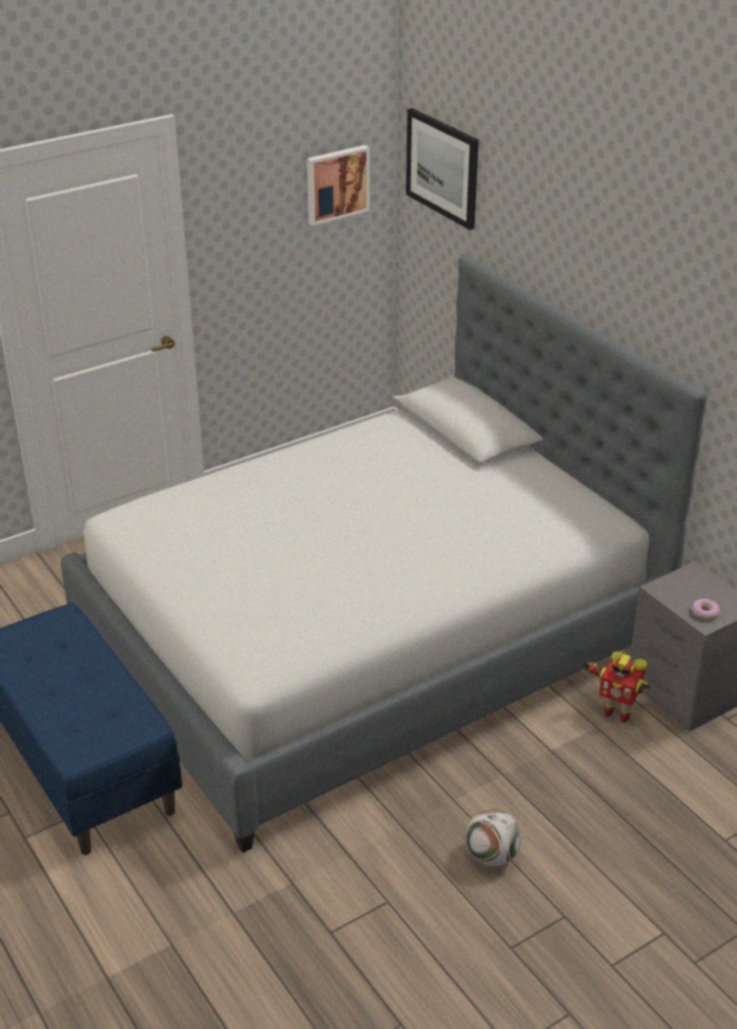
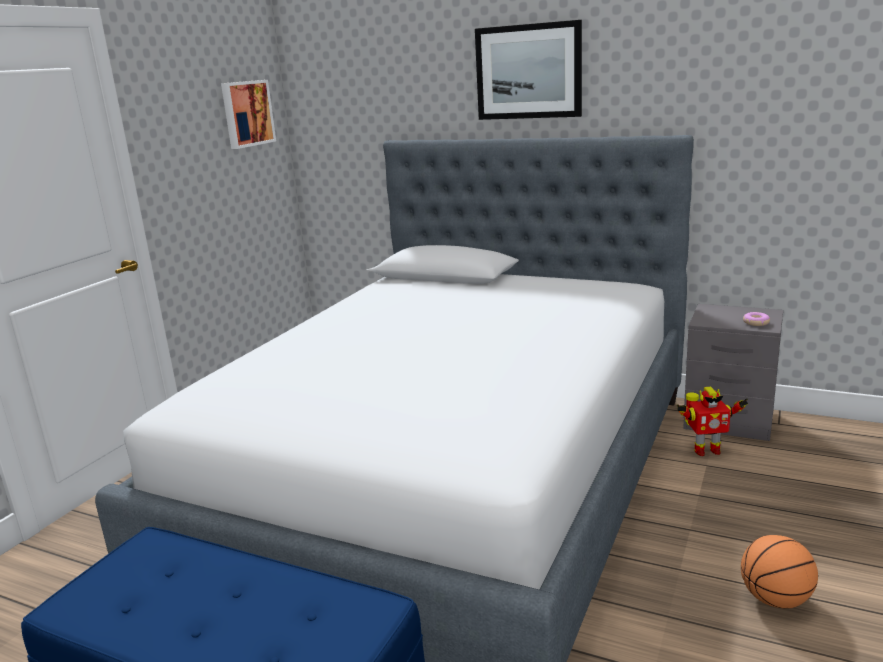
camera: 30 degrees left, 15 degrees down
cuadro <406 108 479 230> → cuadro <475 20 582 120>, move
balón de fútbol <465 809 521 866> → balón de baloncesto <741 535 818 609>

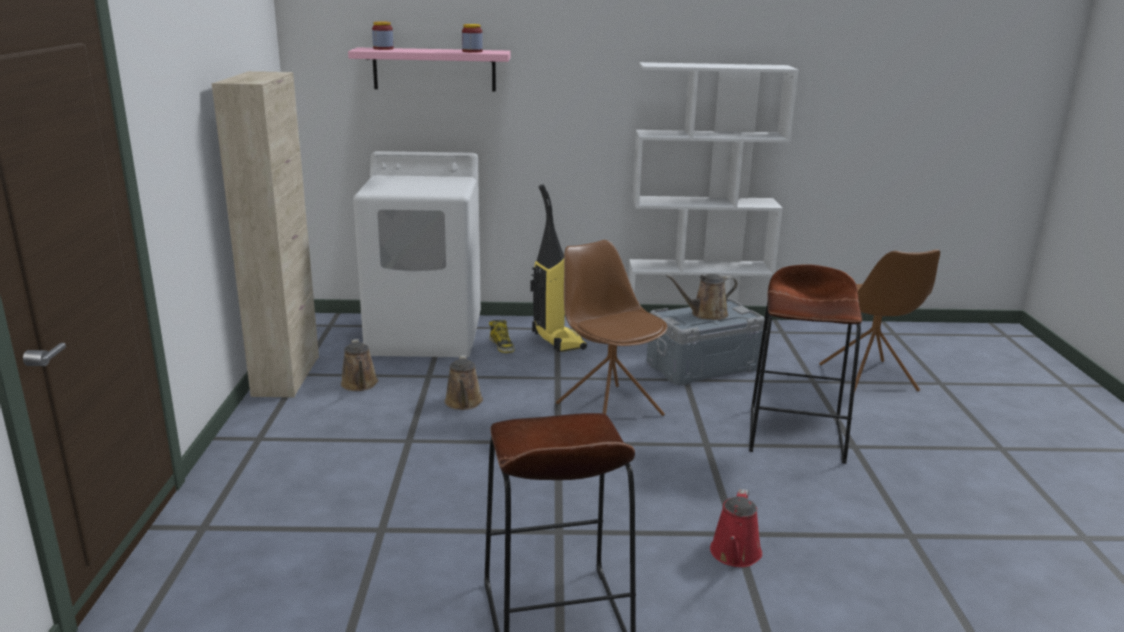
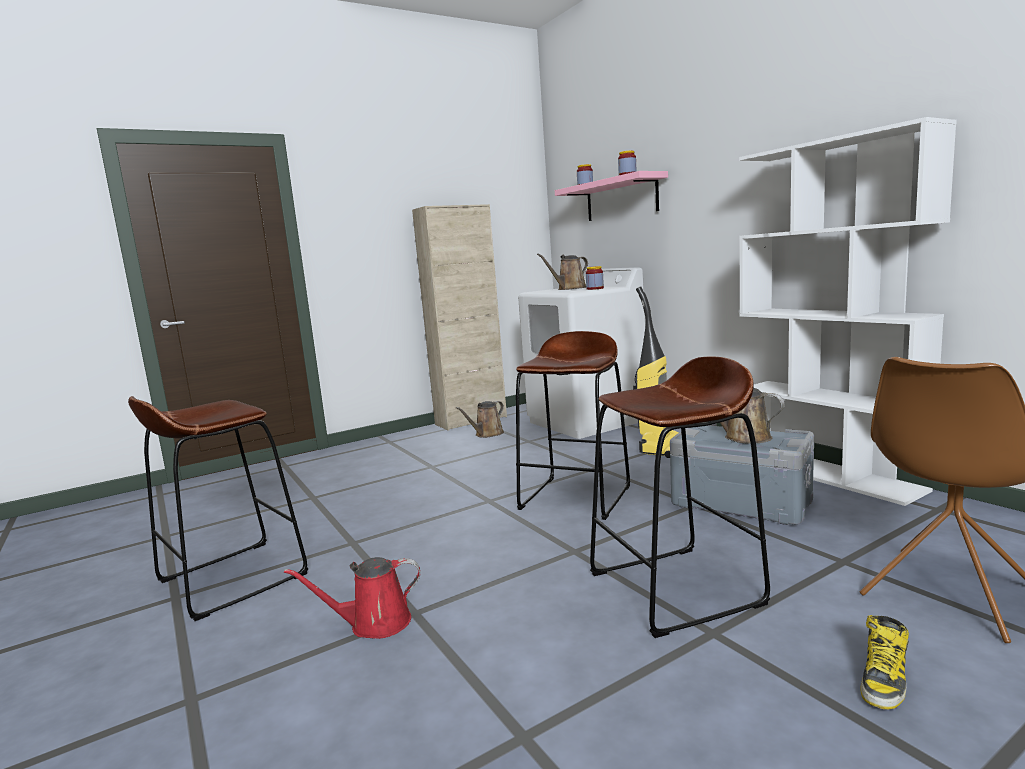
camera: 60 degrees right, 10 degrees down
silla/marrón <556 240 667 416> → taburete/marrón <516 331 630 520>
bota <489 320 514 353> → bota <860 615 909 710>, move
regadera/marrón <445 355 483 410> → regadera/marrón <537 254 588 290>, move
- → tarro <586 266 604 290>

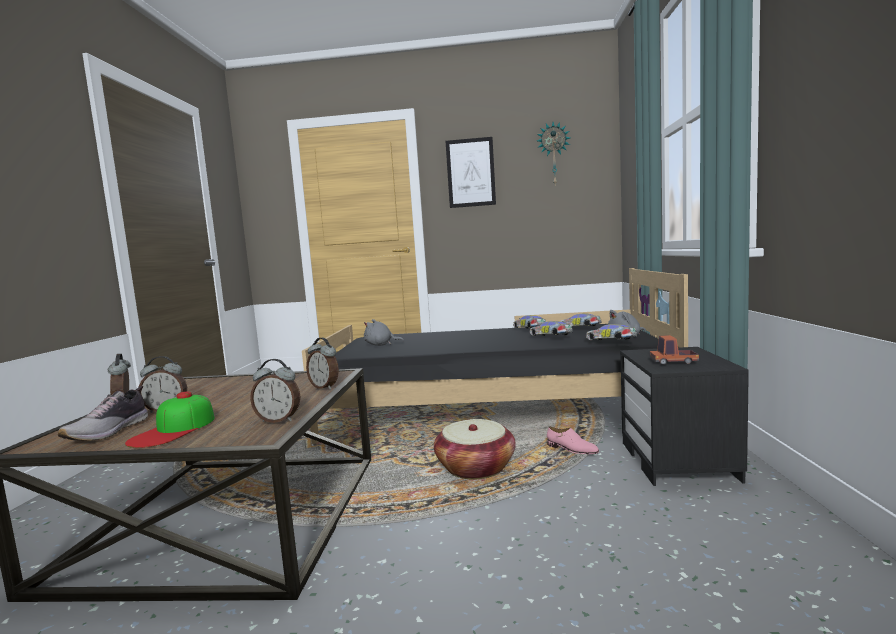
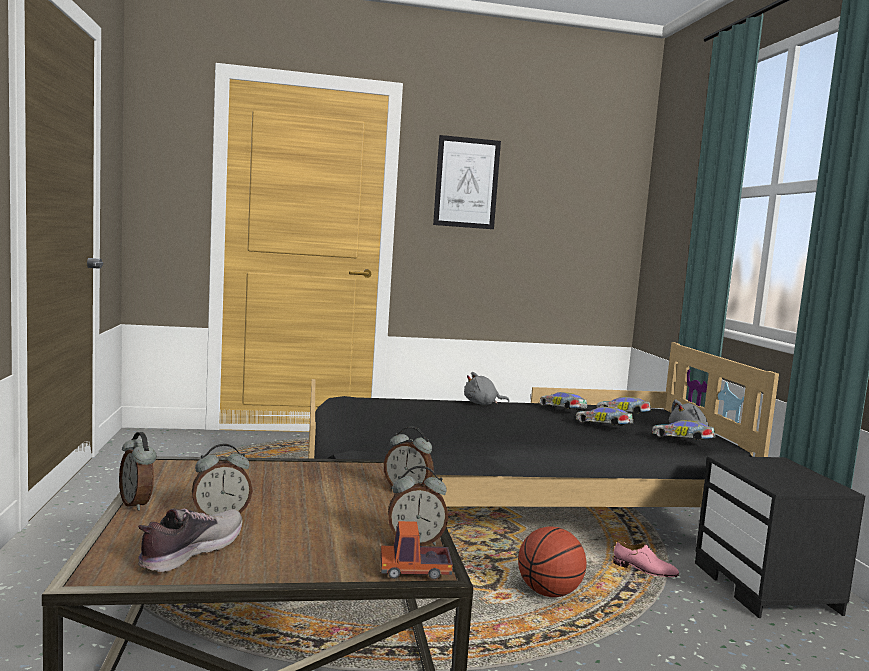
camera: 15 degrees left, 0 degrees up
reloj de pared <537 122 570 184> → -
peluche/gris <364 319 404 346> → peluche/gris <464 372 510 405>, move
camión de juguete <650 335 699 365> → camión de juguete <381 521 453 579>, move
zapato <57 386 148 441> → zapato <138 508 243 572>, 150 degrees counterclockwise
gorra <125 392 215 448> → -
cesta <434 419 516 480> → balón de baloncesto <518 526 587 597>

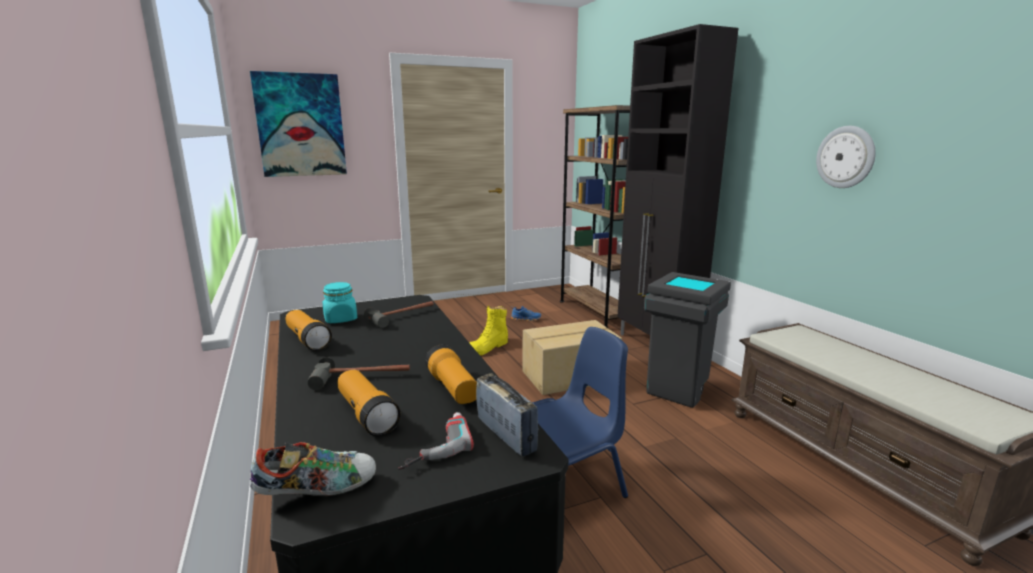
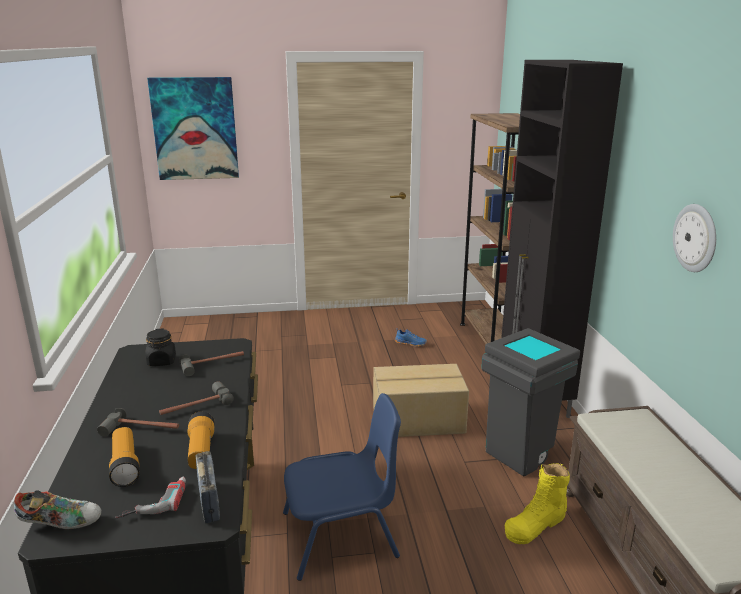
camera: 15 degrees right, 5 degrees up
tarro/turquesa <323 282 357 323> → tarro/negro <146 328 176 366>
bota/amarillo <469 306 508 355> → bota/amarillo <505 463 570 544>, move
linterna <286 310 332 351> → -
- → martillo <159 381 234 415>

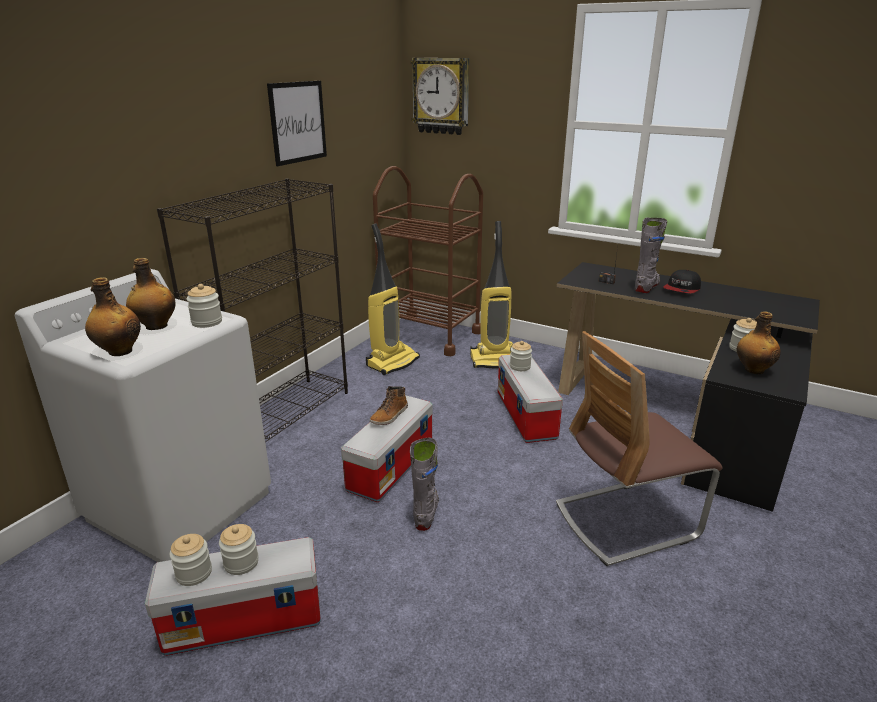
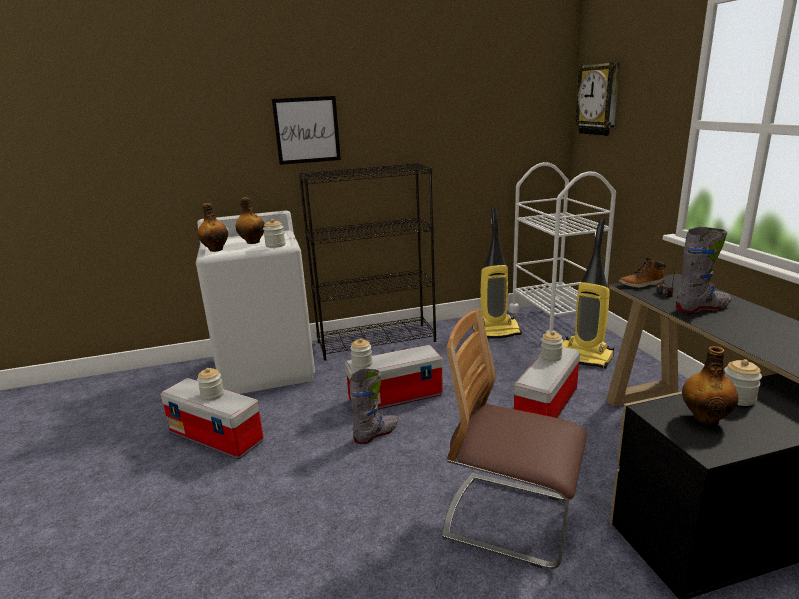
camera: 45 degrees right, 5 degrees down
cuadro <267 81 327 166> → cuadro <272 96 341 165>, move
carrito/marrón <373 166 483 356> → carrito/blanco <509 162 616 333>
gorra <663 270 701 293> → -
bota <370 386 408 425> → bota <619 258 666 288>, move
tarro <170 534 212 586> → tarro <350 338 372 369>, move

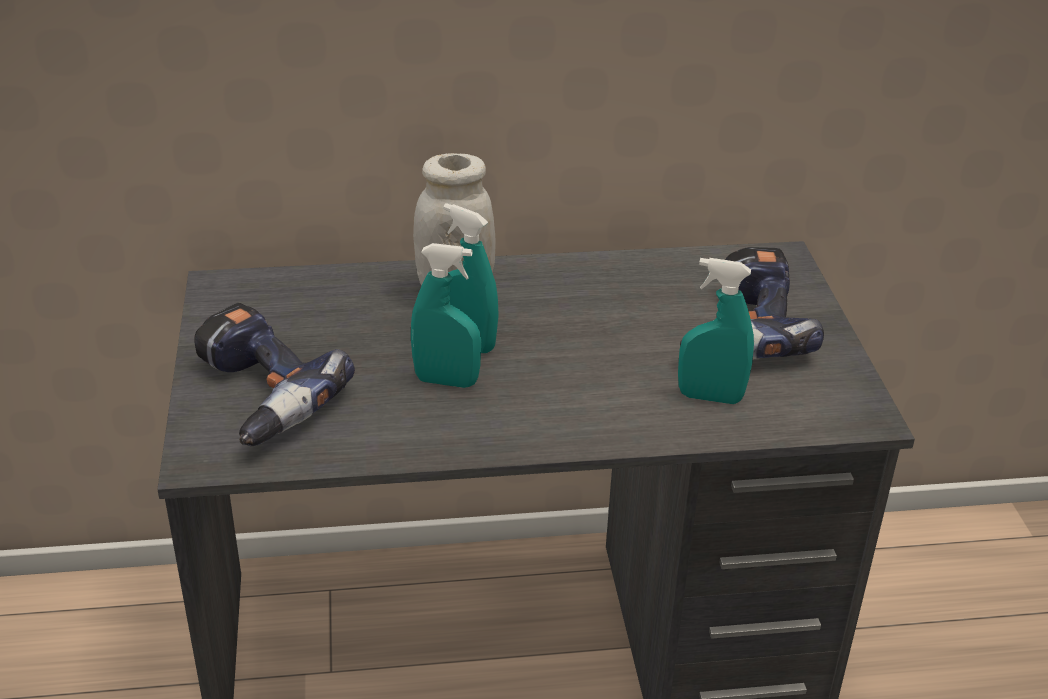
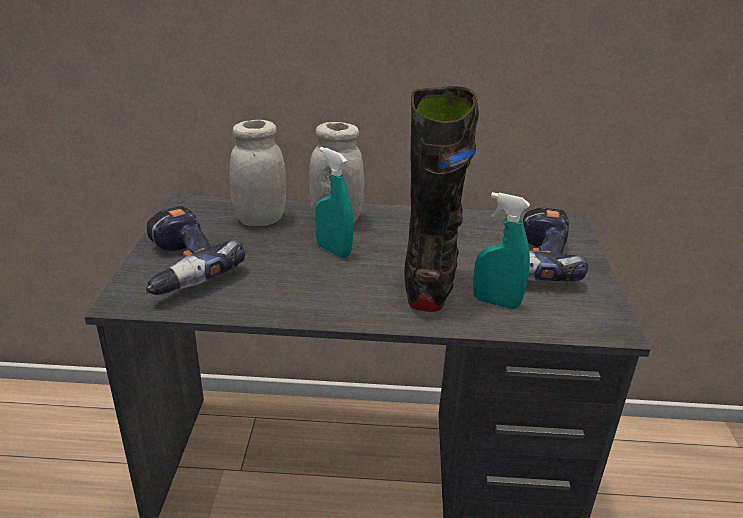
camera: 10 degrees right, 5 degrees down
pulverizador/turquesa <411 243 481 388> → -
- → bota/negro <404 86 479 312>
- → tarro/blanco <229 120 286 226>

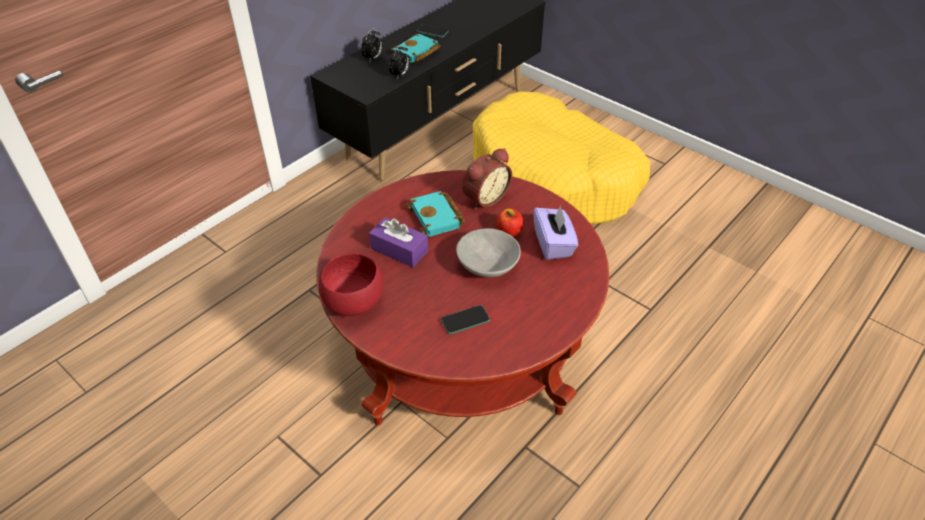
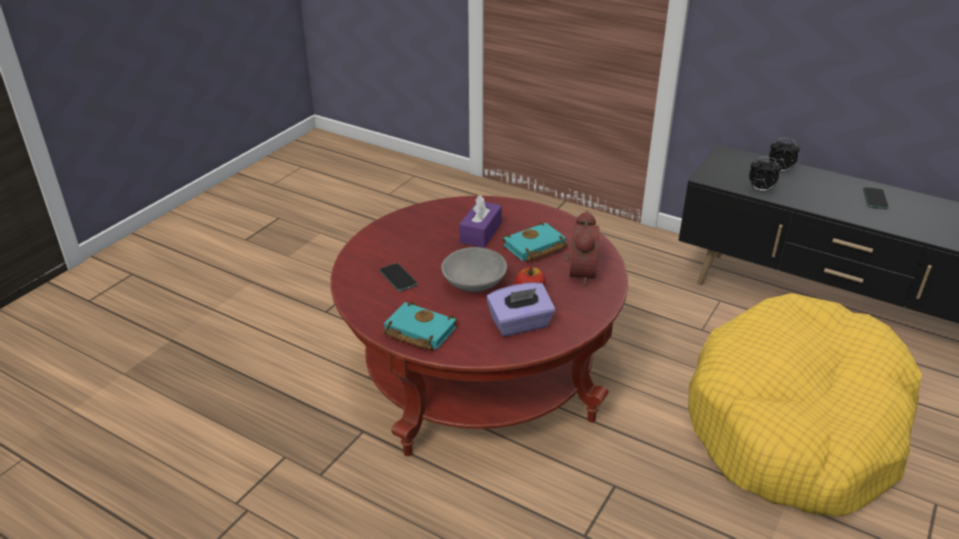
camera: 80 degrees right, 10 degrees down
libro/turquesa <391 33 441 63> → libro/turquesa <382 302 457 351>, move
despertador <462 148 512 210> → despertador <563 211 599 286>, 120 degrees counterclockwise
cuenco/rojo <319 252 384 316> → -

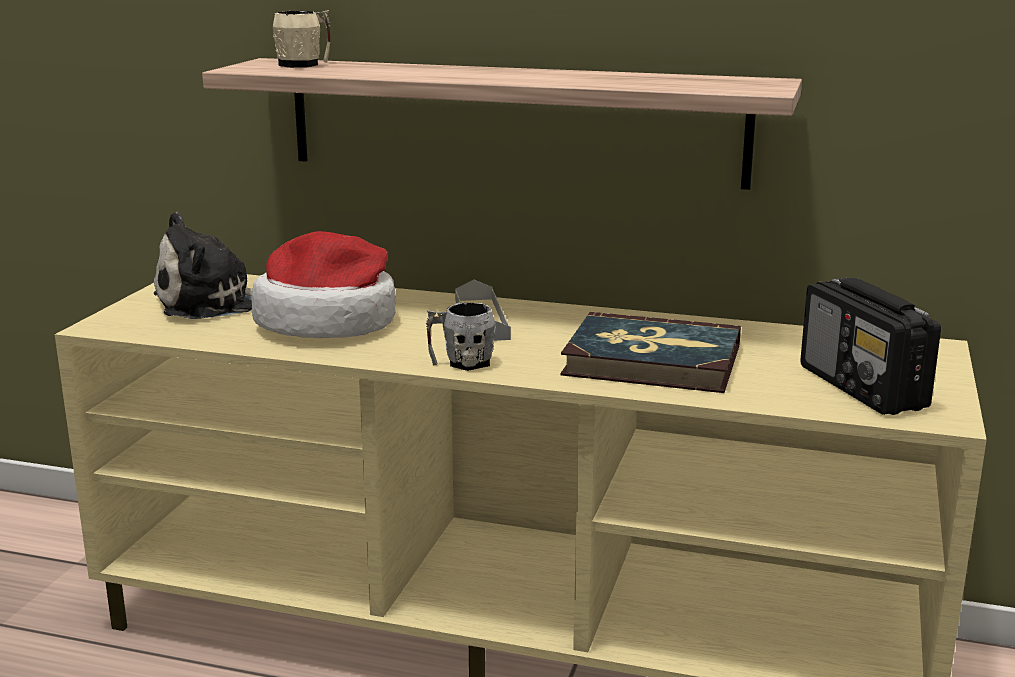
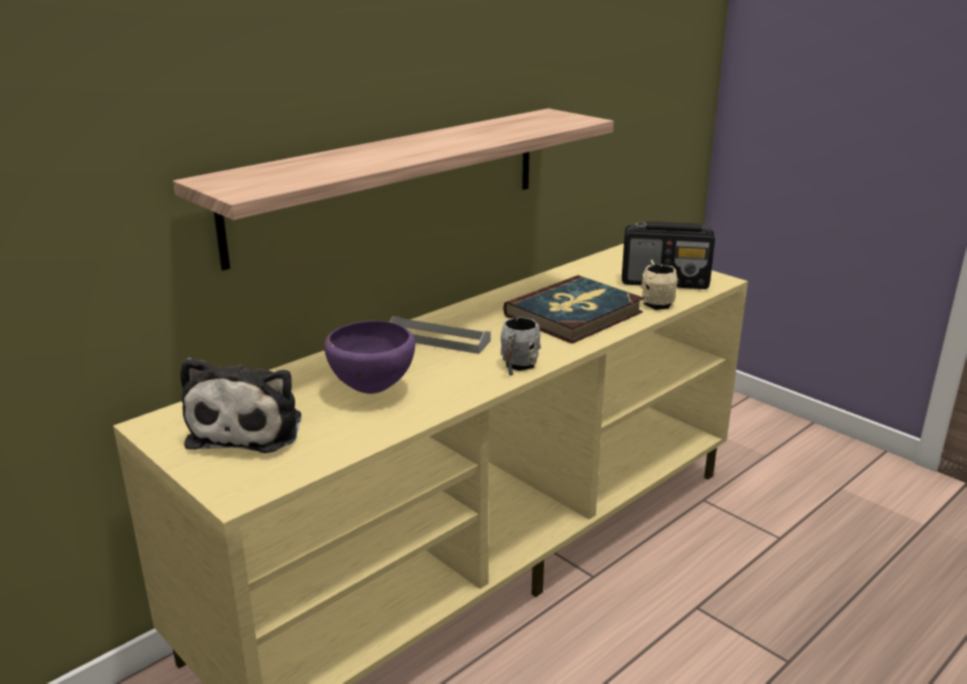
camera: 60 degrees left, 5 degrees up
taza grande/beis <273 10 330 68> → taza grande/beis <641 260 677 310>, move
sombrero <251 231 396 338> → cuenco/morado <324 320 415 394>

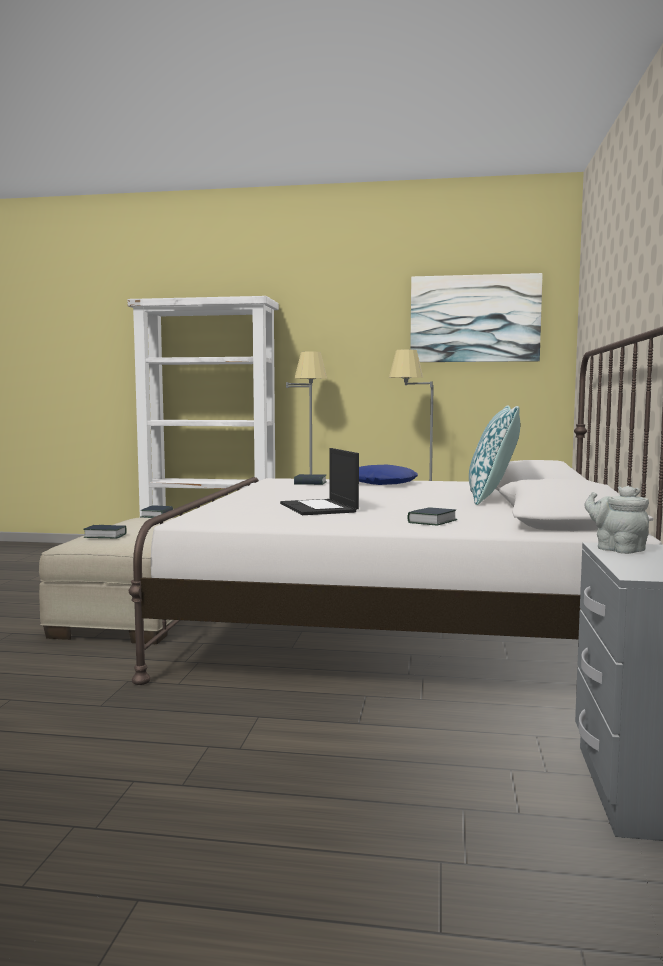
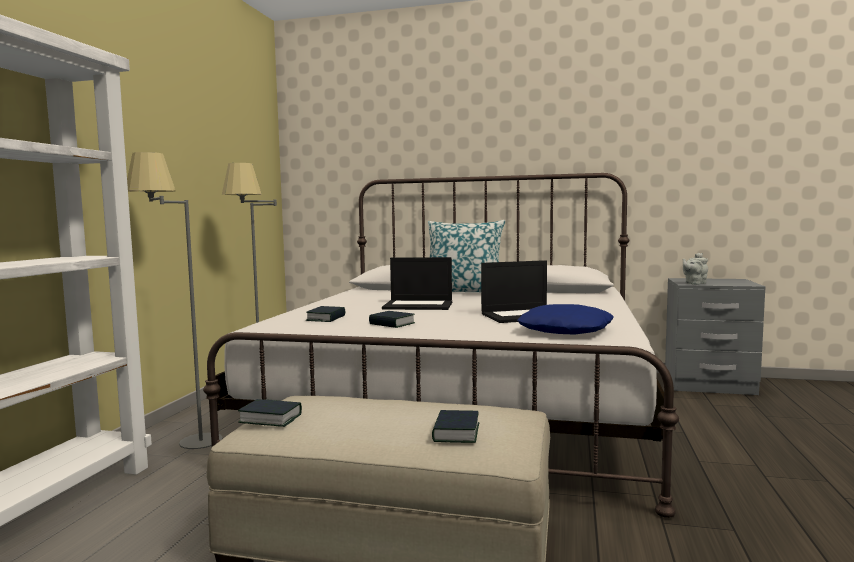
camera: 85 degrees left, 0 degrees up
cuadro <410 273 543 362> → -
cojín/azul <359 465 418 485> → cojín/azul <517 304 614 335>, move
libro <407 507 457 526> → libro <369 311 415 328>, move
- → portátil <382 257 452 310>

